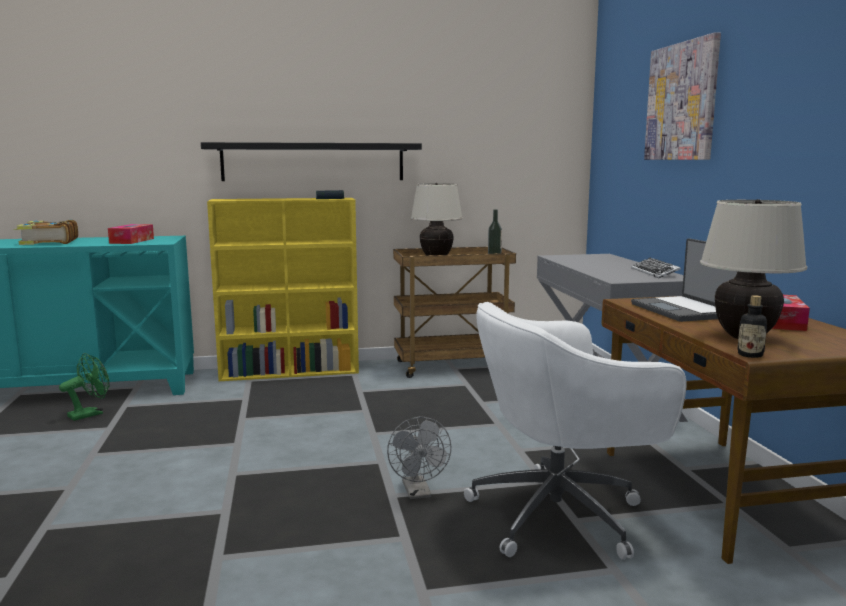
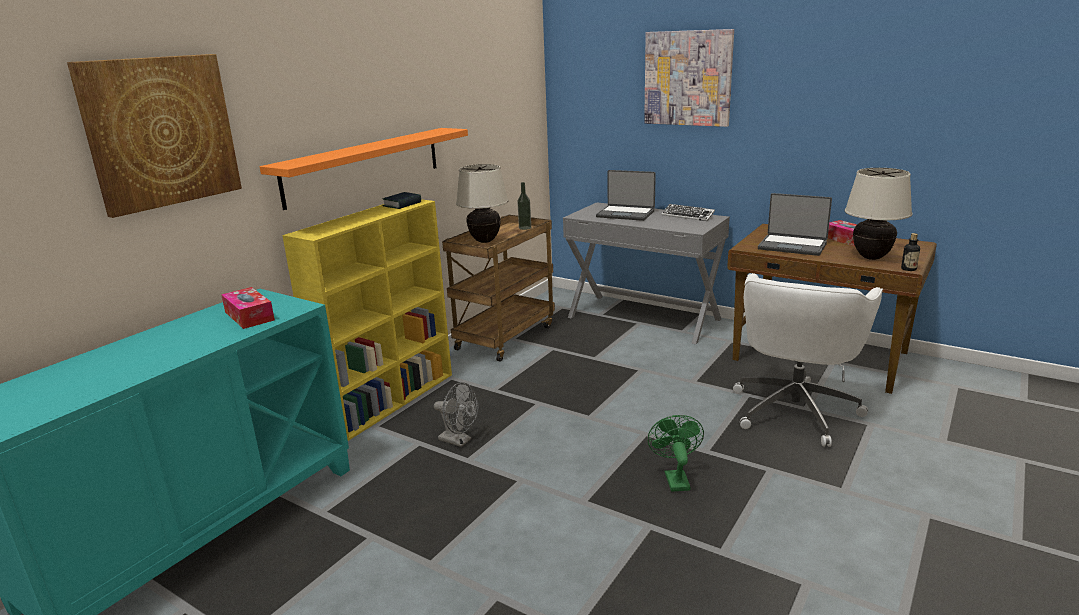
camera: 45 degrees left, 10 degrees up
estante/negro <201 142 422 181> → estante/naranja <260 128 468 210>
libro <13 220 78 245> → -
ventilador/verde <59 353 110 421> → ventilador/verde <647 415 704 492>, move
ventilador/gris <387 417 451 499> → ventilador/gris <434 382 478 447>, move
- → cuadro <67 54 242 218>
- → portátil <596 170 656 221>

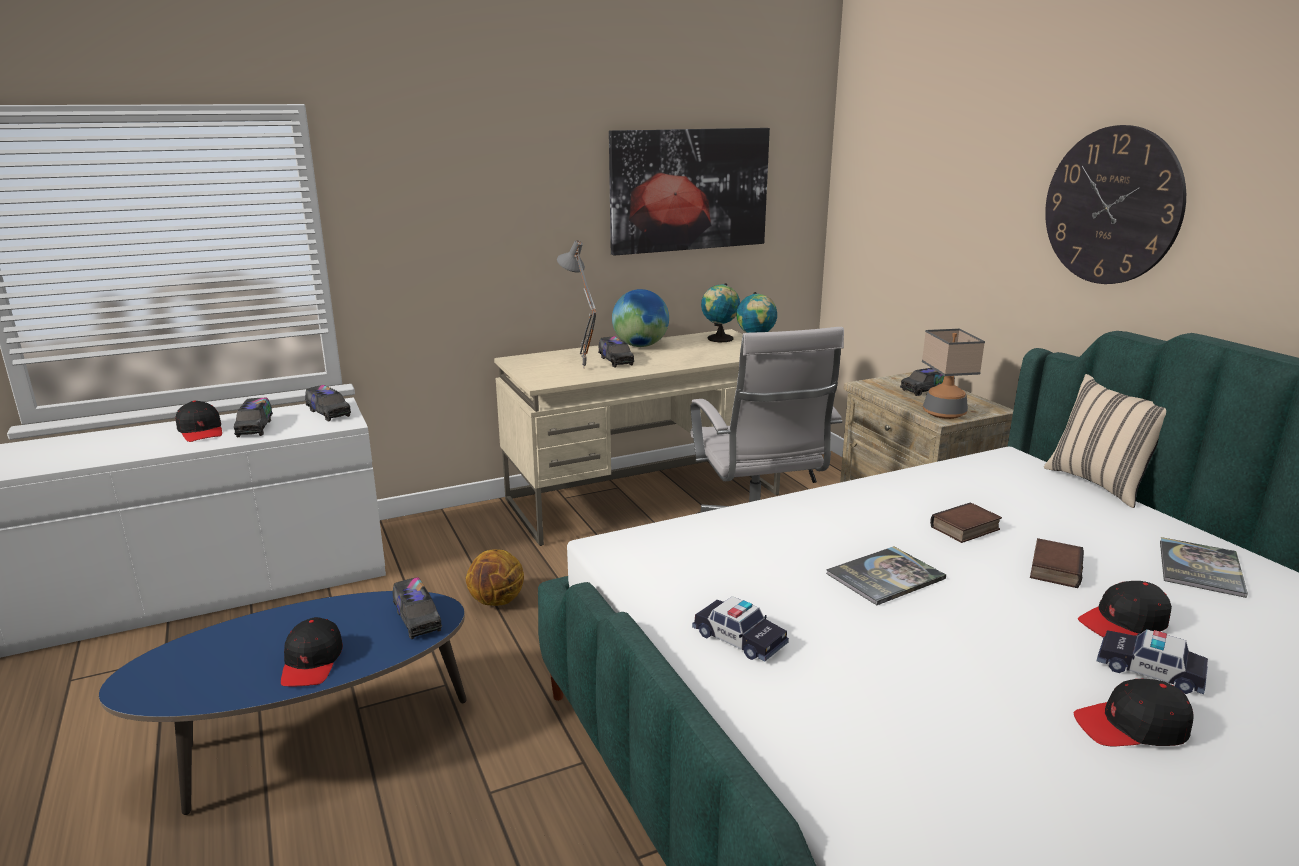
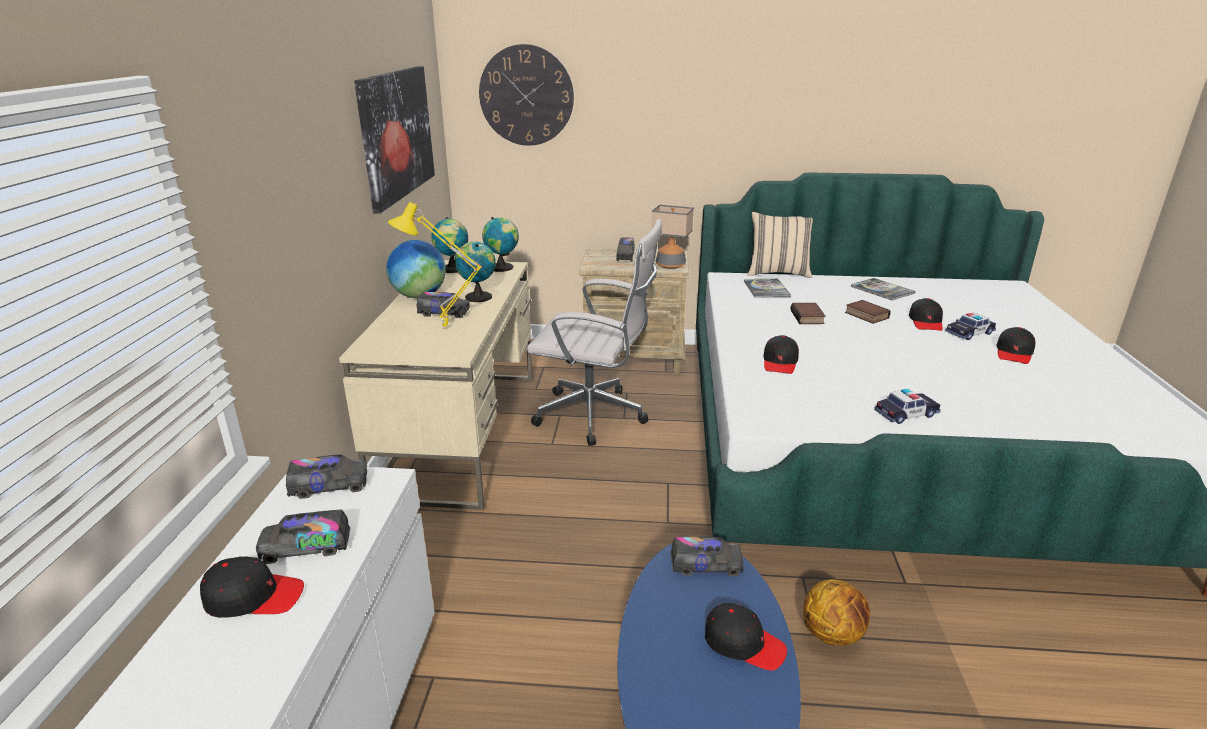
camera: 60 degrees left, 5 degrees up
reloj de pared <1045 125 1186 284> → reloj de pared <479 44 574 146>, move
lámpara de mesa/gris <557 240 596 369> → lámpara de mesa/amarillo <388 202 482 329>
camión de juguete <234 398 273 437> → camión de juguete <256 510 350 564>, 150 degrees clockwise
libro <826 546 946 605> → libro <744 279 791 298>, move
balón de baloncesto <466 549 524 606> → balón de baloncesto <803 579 870 646>, move
- → globo terráqueo <455 242 496 302>
- → gorra/negro <763 335 799 374>

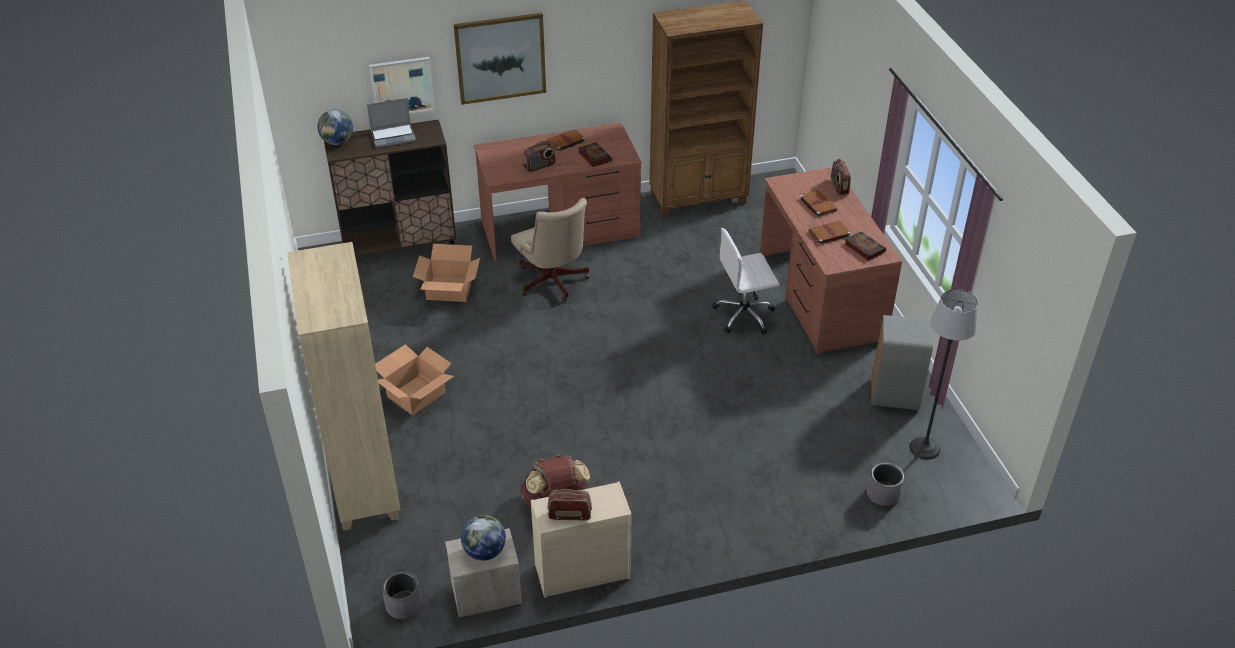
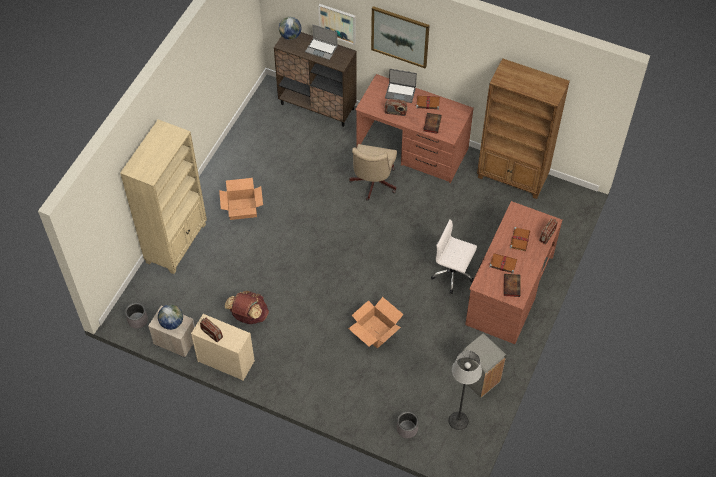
camera: 40 degrees right, 15 degrees up
caja de cartón <413 244 480 302> → caja de cartón <348 297 404 348>, move
- → portátil <385 69 417 103>

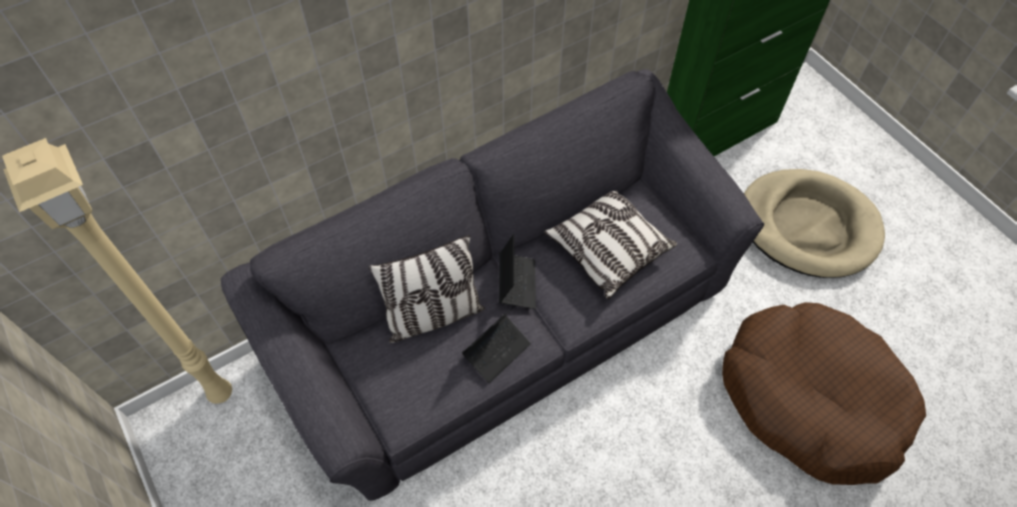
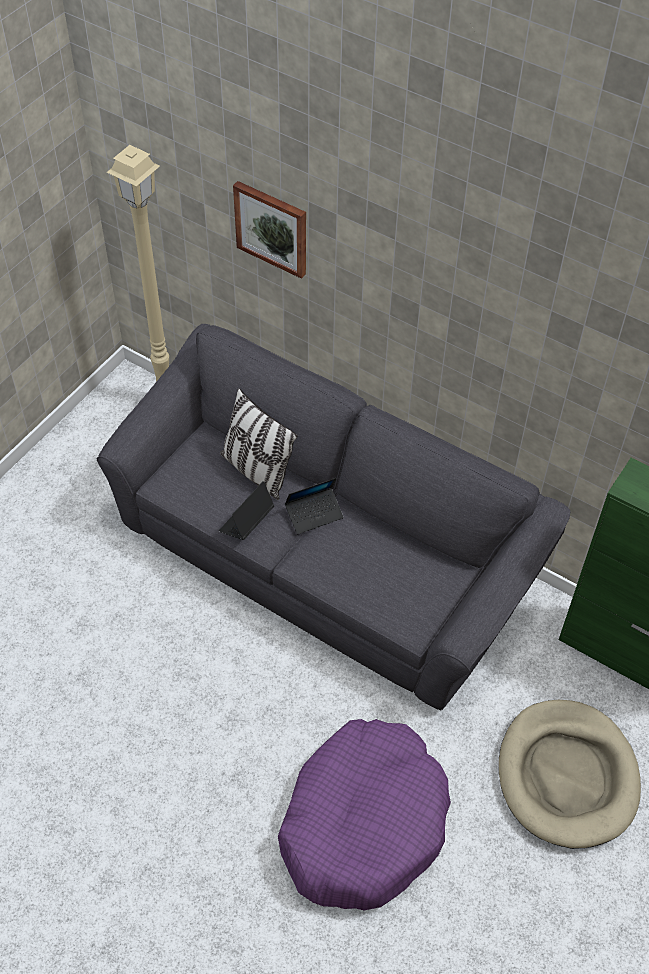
camera: 65 degrees right, 5 degrees down
cojín <544 191 677 299> → -
cama para perro/marrón <722 302 926 485> → cama para perro/morado <278 719 451 910>
portátil <462 306 531 383> → portátil <219 481 274 540>, 105 degrees clockwise
- → cuadro <233 181 306 279>

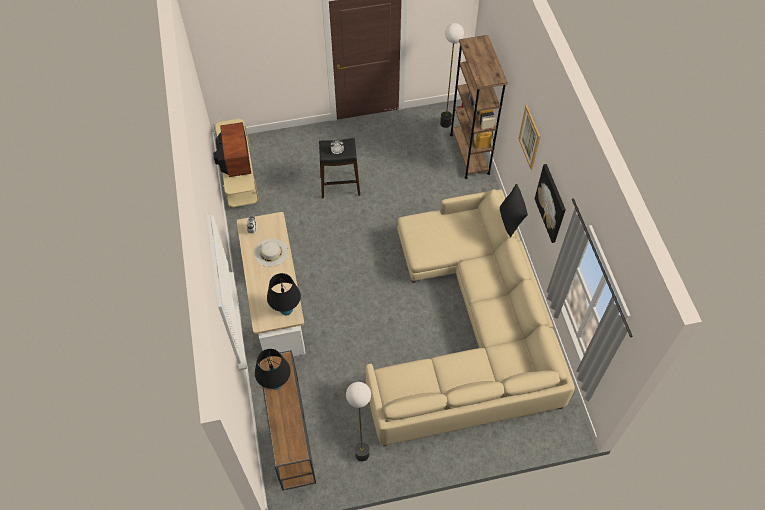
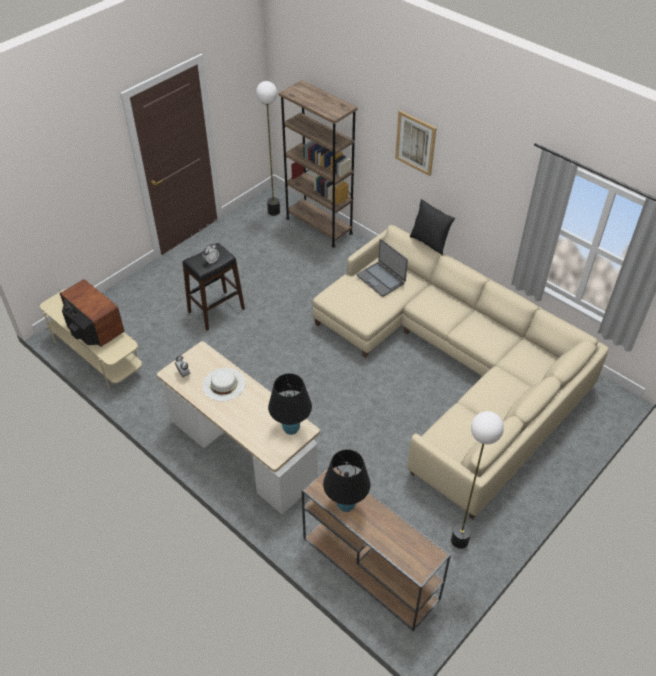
camera: 35 degrees left, 10 degrees down
cuadro <535 164 566 243> → -
- → portátil <357 239 408 297>

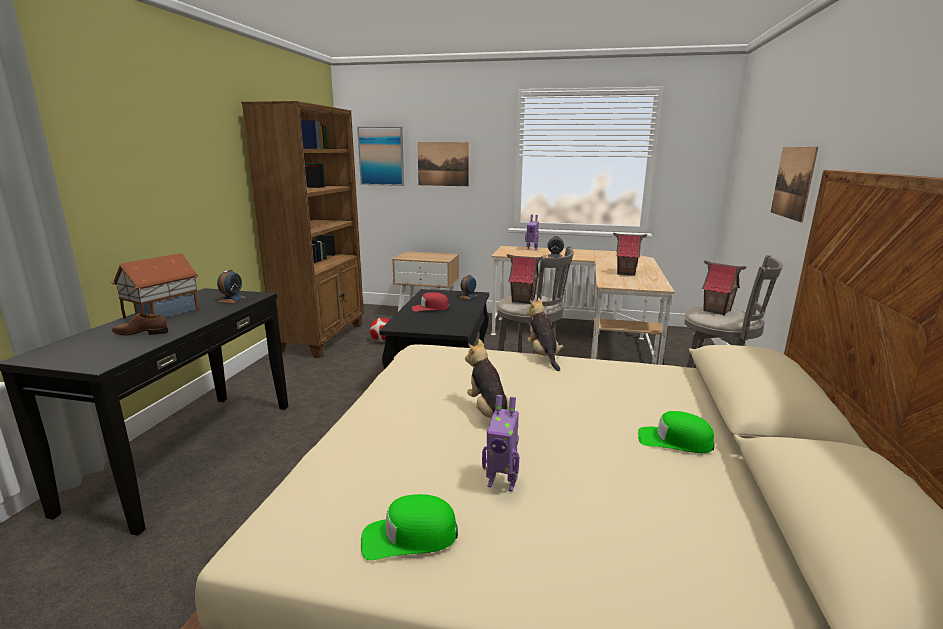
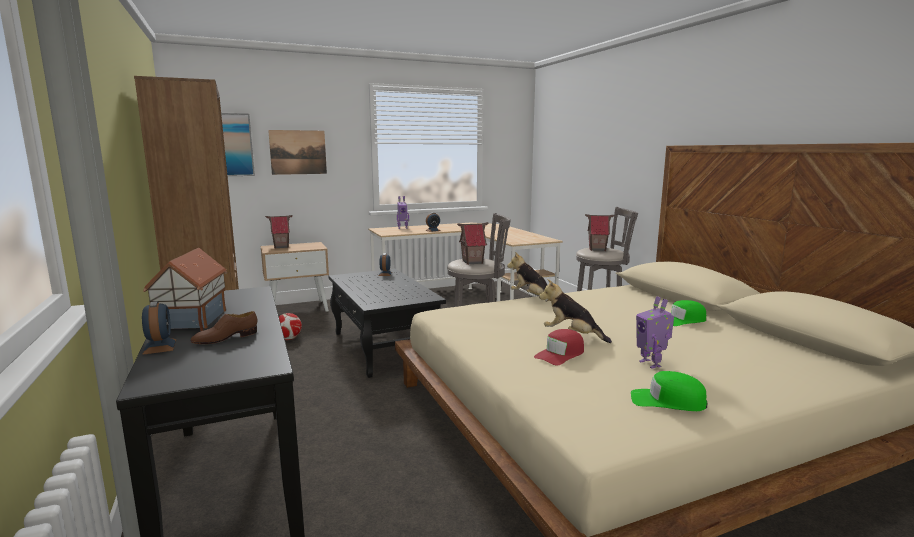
camera: 35 degrees left, 5 degrees down
cuadro <771 147 818 222> → -
casita <613 233 647 276> → casita <265 215 293 249>, move
despertador <217 270 246 303> → despertador <142 301 176 355>, move
gorra/rojo <412 292 449 312> → gorra/rojo <534 329 584 366>, move
robot de juguete <482 395 519 491> → robot de juguete <636 296 674 368>, 90 degrees clockwise
gorra/verde <361 494 458 560> → gorra/verde <631 371 707 411>, 60 degrees clockwise

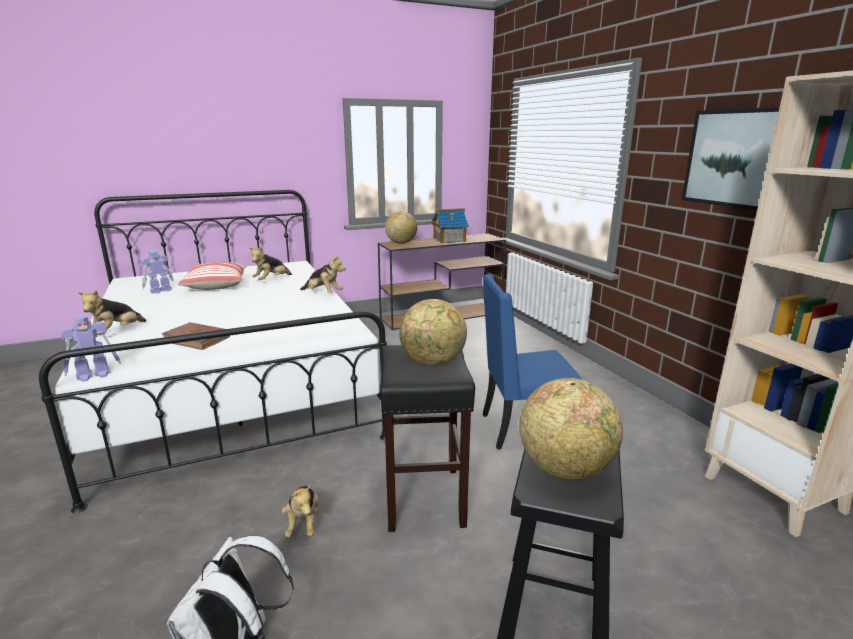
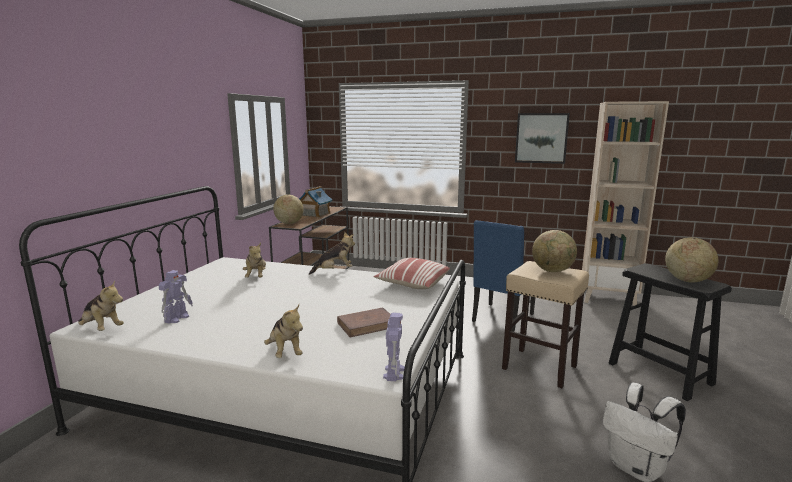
camera: 50 degrees left, 5 degrees down
robot de juguete <141 250 174 293> → robot de juguete <158 270 193 324>, 150 degrees counterclockwise
cojín <178 262 246 290> → cojín <374 258 450 289>, move
taburete/negro <380 345 475 532> → taburete/beis <502 261 589 388>
peluche <282 484 319 537> → peluche <78 280 124 331>, move

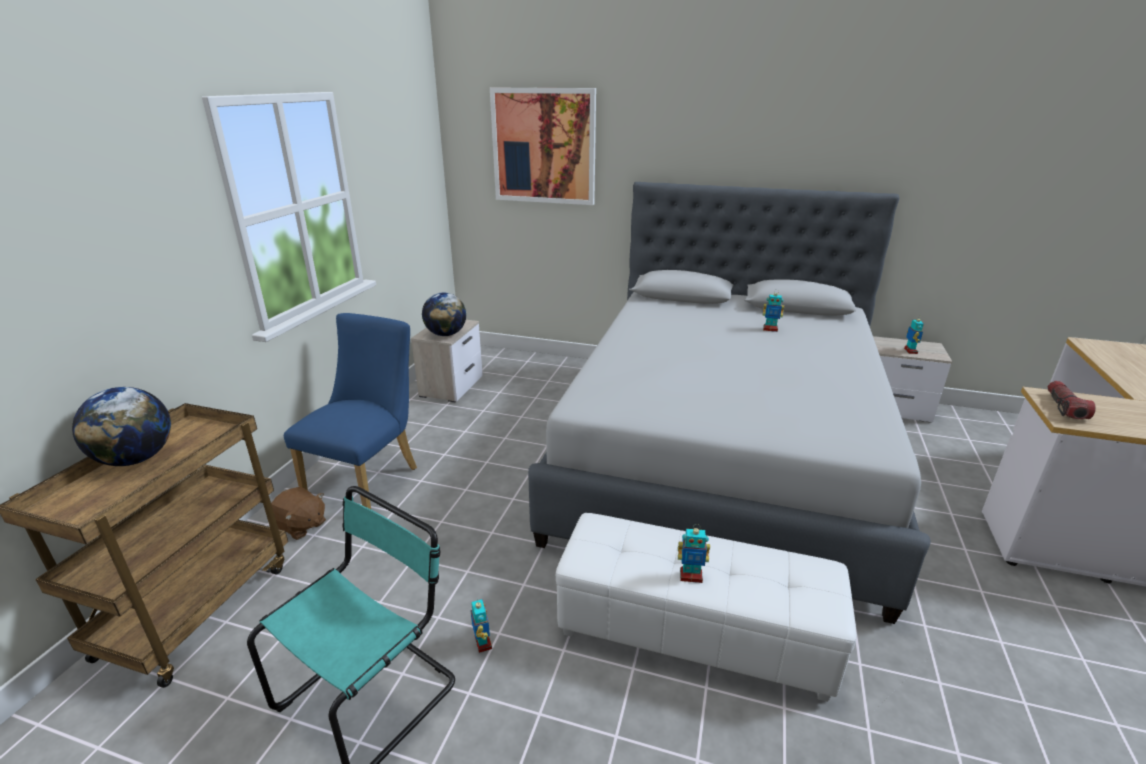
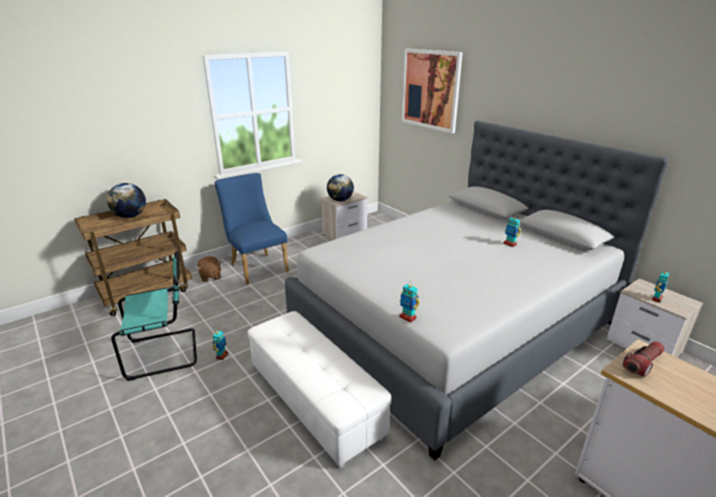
camera: 35 degrees right, 0 degrees up
silla/azul <284 313 417 509> → silla/azul <215 173 289 285>, 90 degrees counterclockwise
robot de juguete <678 524 710 583> → robot de juguete <399 284 420 323>, move

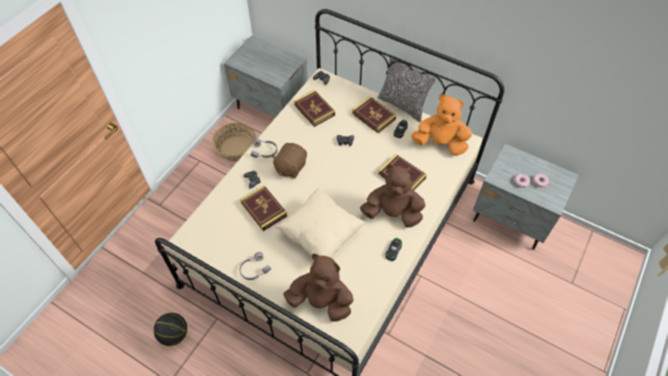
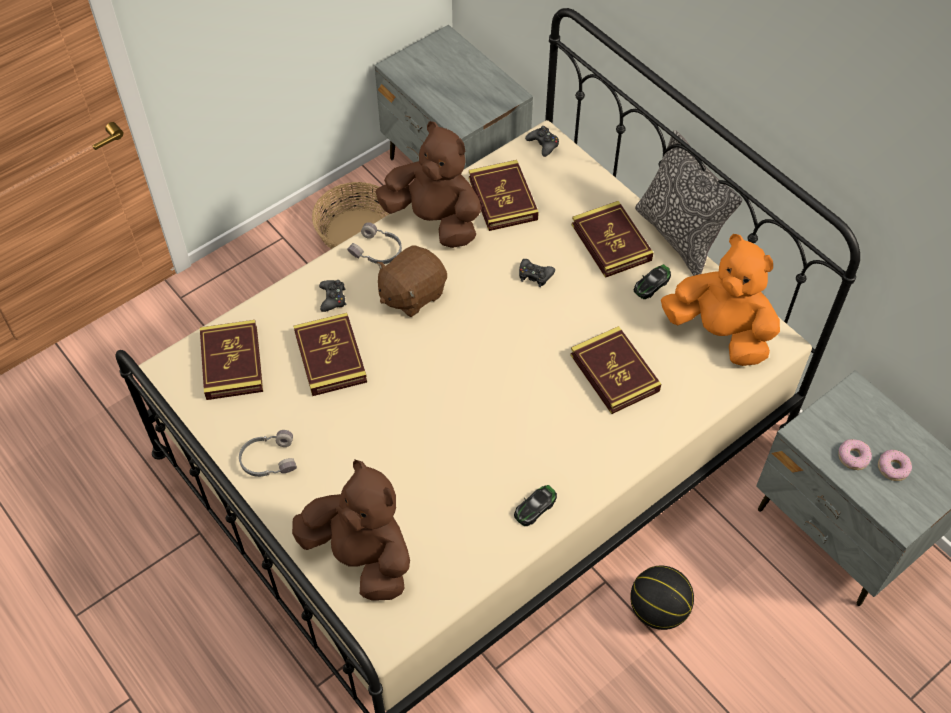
camera: 20 degrees right, 0 degrees up
peluche/marrón <360 165 425 228> → peluche/marrón <375 121 481 248>, move
cojín/beis <275 187 365 258> → -
balón de baloncesto <154 313 187 346> → balón de baloncesto <630 566 694 630>, move
- → libro <200 320 263 400>

